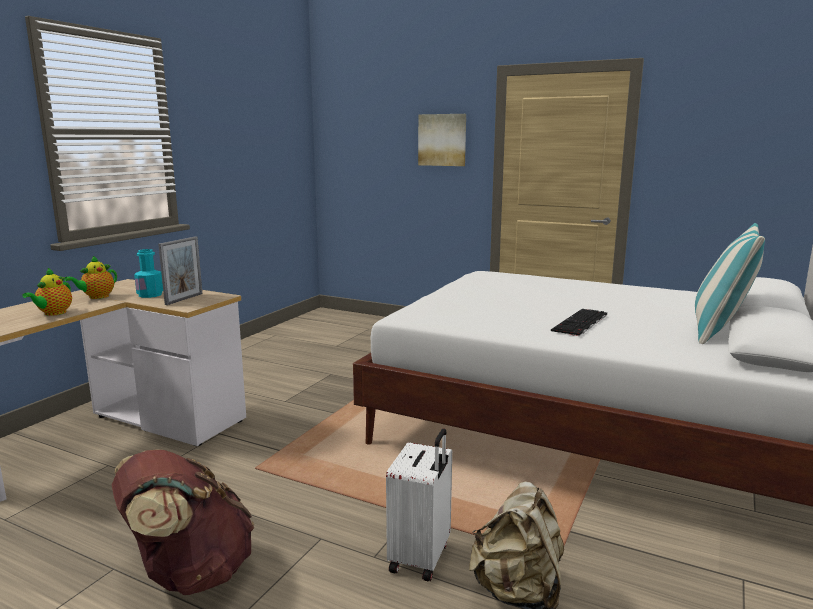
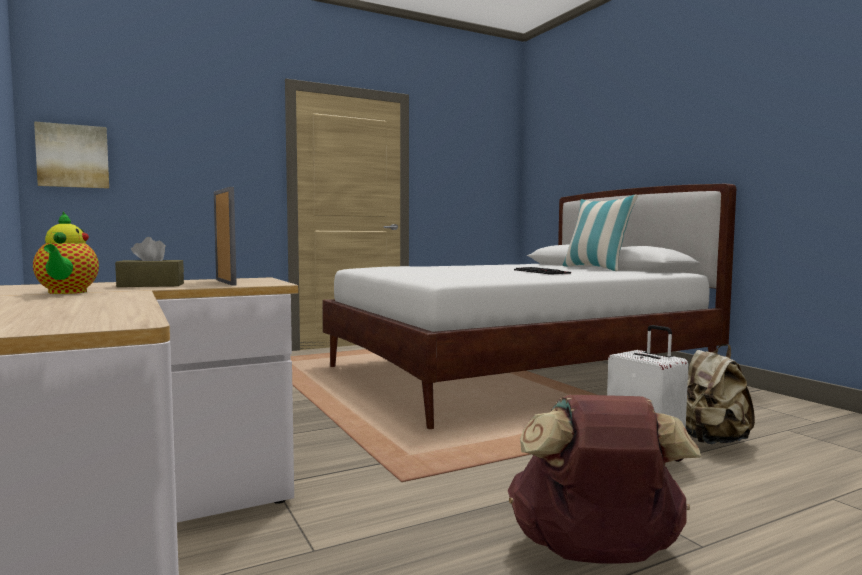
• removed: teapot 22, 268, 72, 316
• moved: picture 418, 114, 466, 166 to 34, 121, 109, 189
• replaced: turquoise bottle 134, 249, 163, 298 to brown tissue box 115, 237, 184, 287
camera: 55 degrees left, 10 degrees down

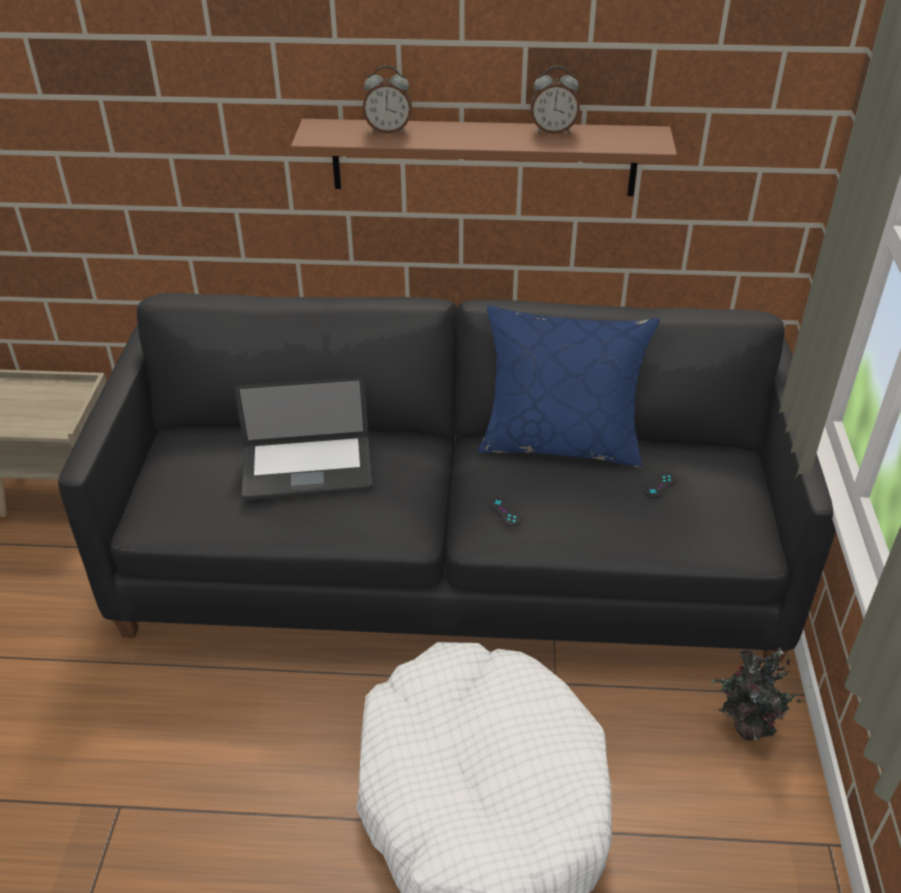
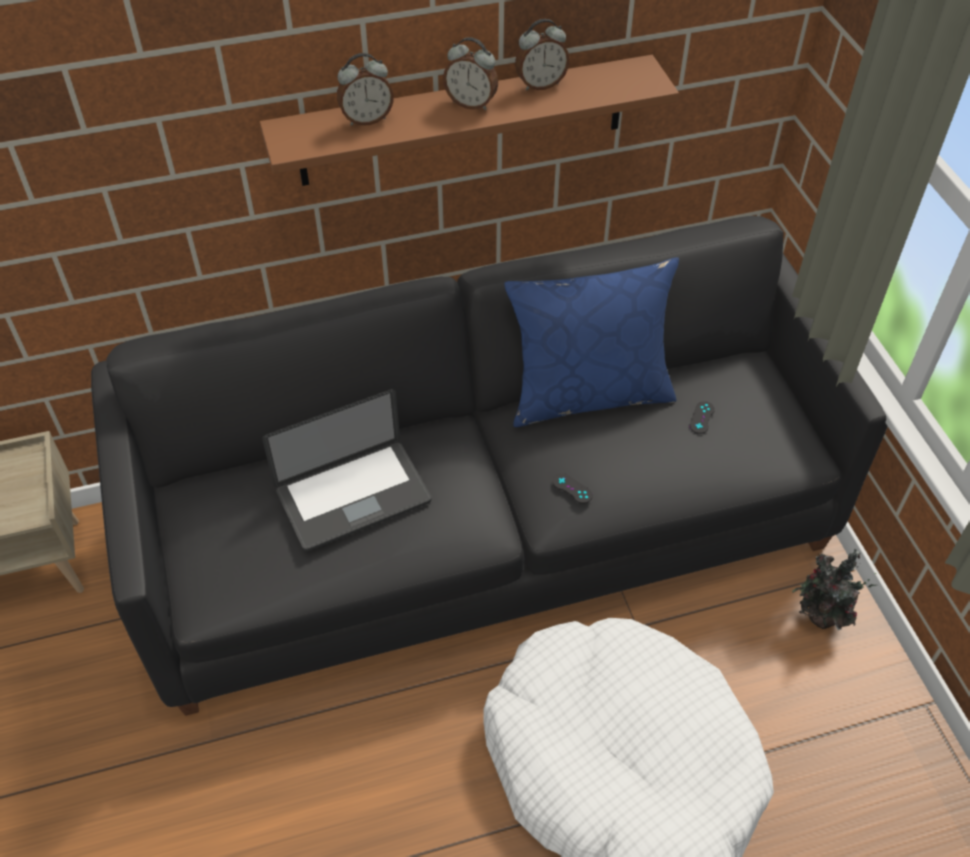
• added: alarm clock 443, 37, 498, 110
camera: 20 degrees left, 10 degrees up

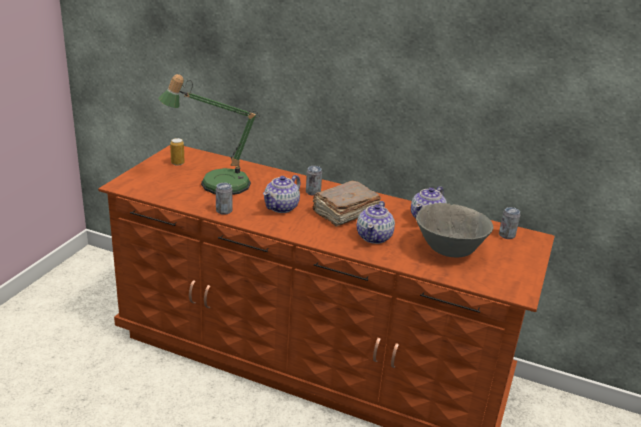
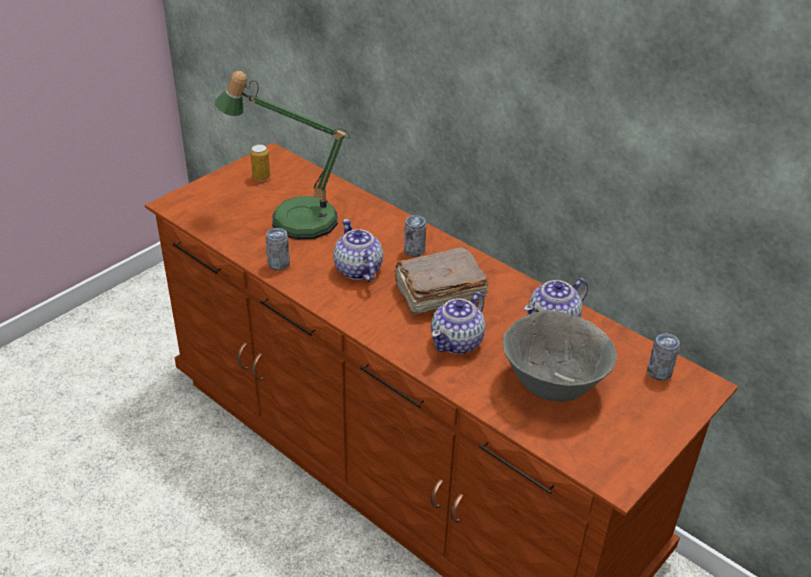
• turned: teapot 263, 175, 300, 213 = 333, 219, 383, 282 105 degrees clockwise
camera: 20 degrees right, 10 degrees up

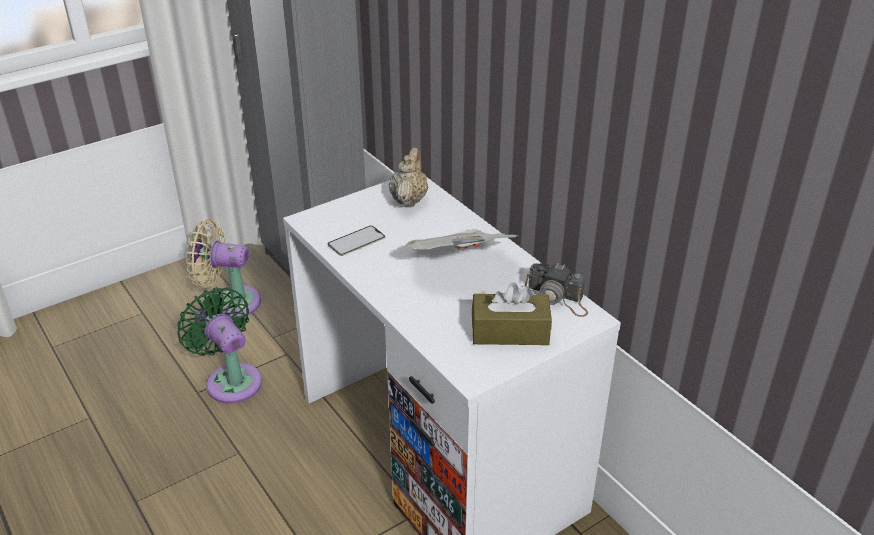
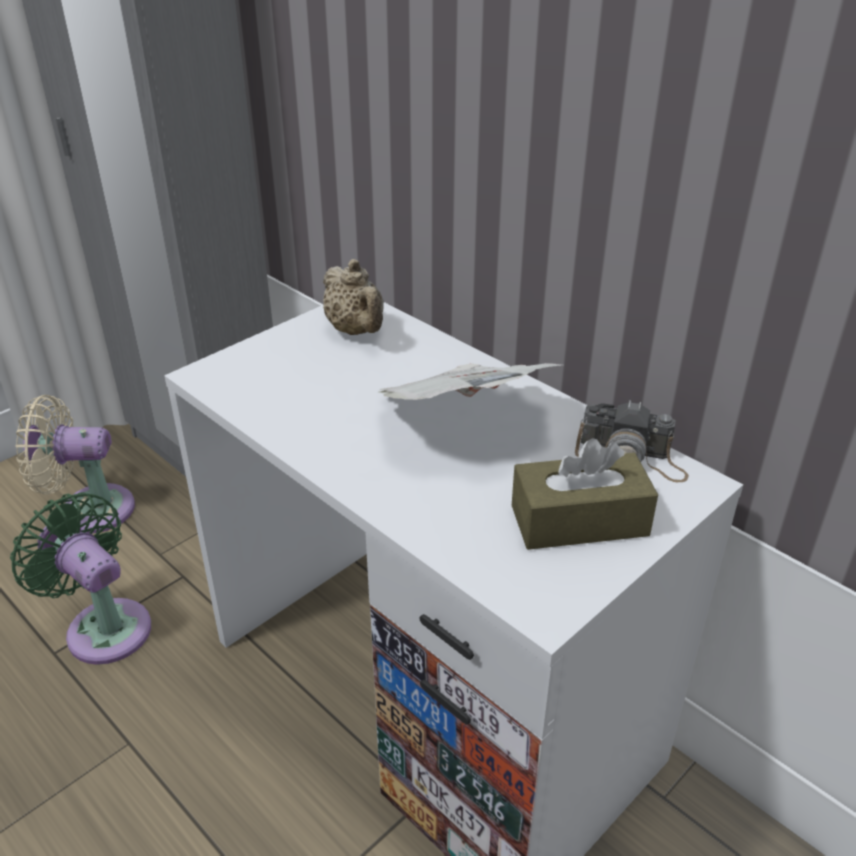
• removed: phone 328, 225, 385, 256
• turned: beige teapot 389, 147, 428, 207 = 323, 259, 384, 335 150 degrees clockwise
camera: 10 degrees left, 0 degrees up

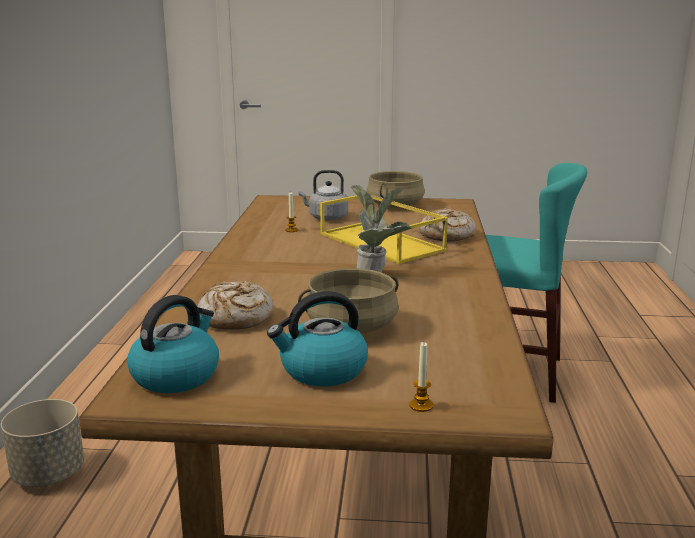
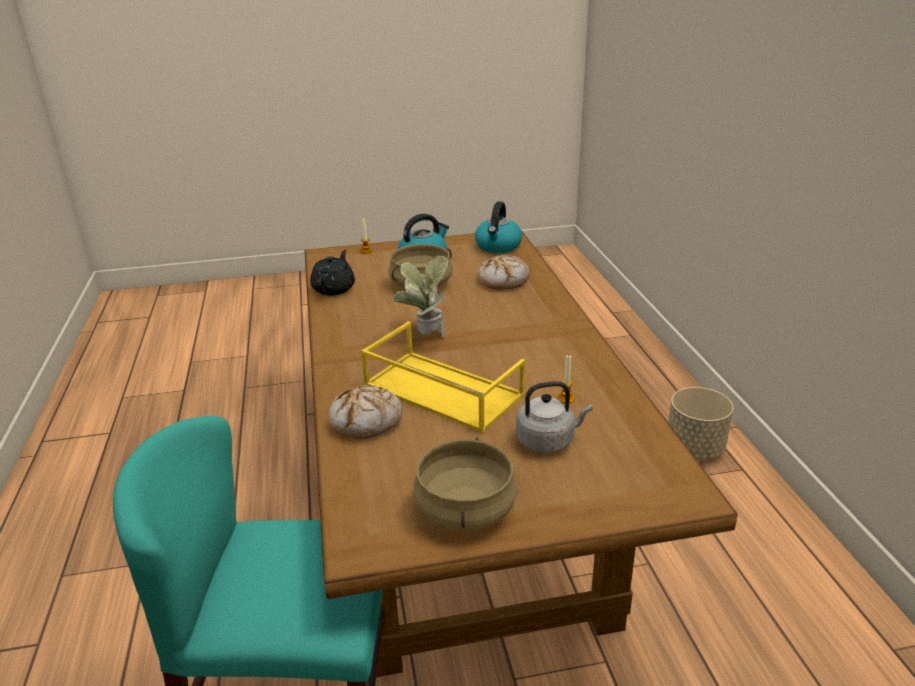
• added: black teapot 310, 250, 355, 296
camera: 165 degrees right, 10 degrees up

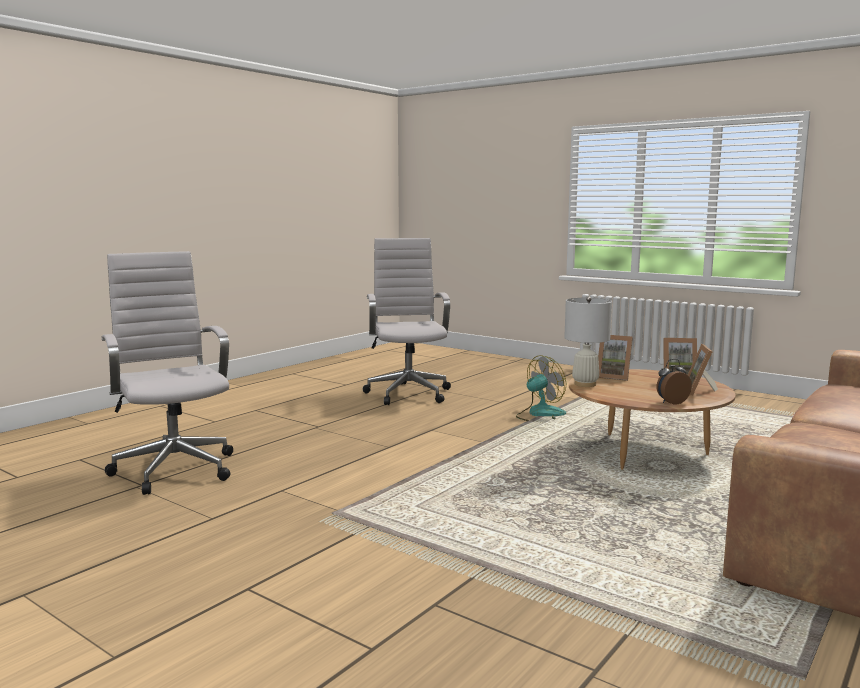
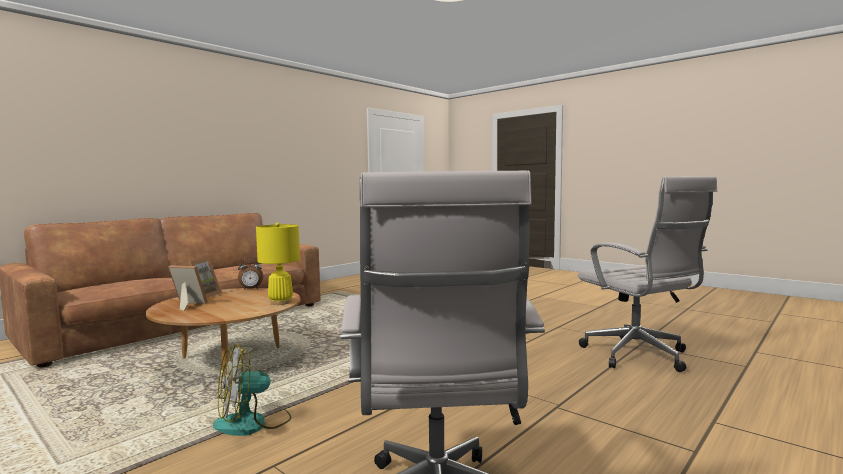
• removed: picture frame 598, 335, 633, 381
• recoloured: white table lamp 564, 297, 612, 387 to yellow table lamp 256, 222, 300, 305
camera: 175 degrees left, 5 degrees down

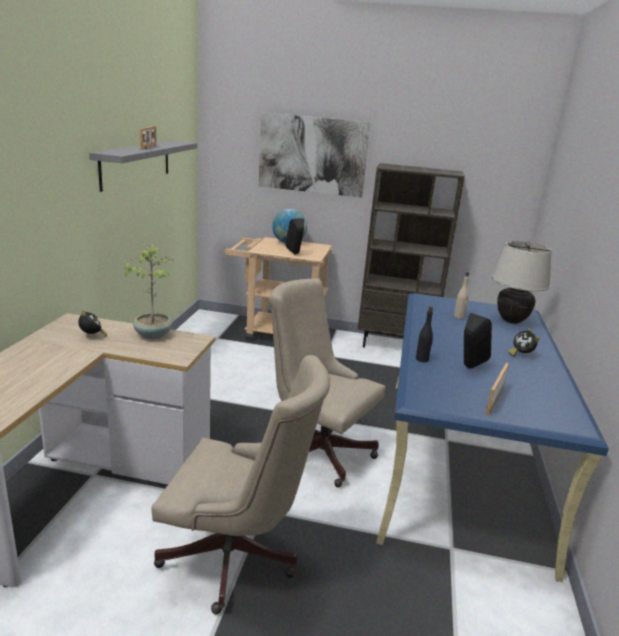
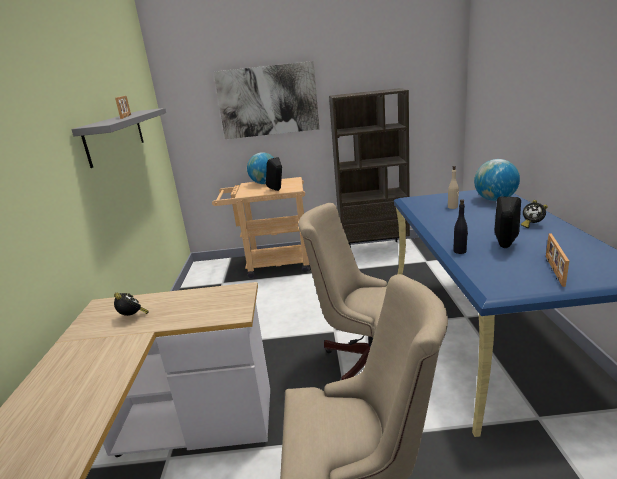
• removed: potted plant 123, 245, 175, 340
• replaced: beige table lamp 492, 241, 552, 324 to globe 474, 159, 520, 201
camera: 10 degrees left, 0 degrees up

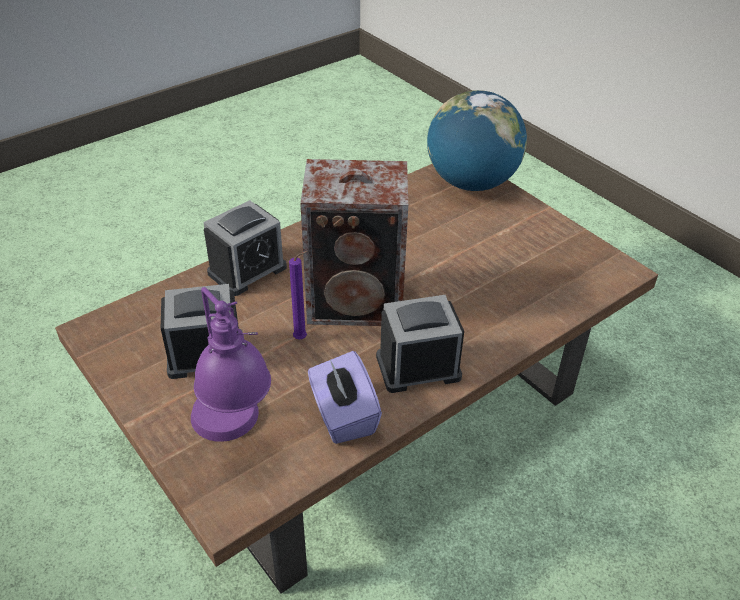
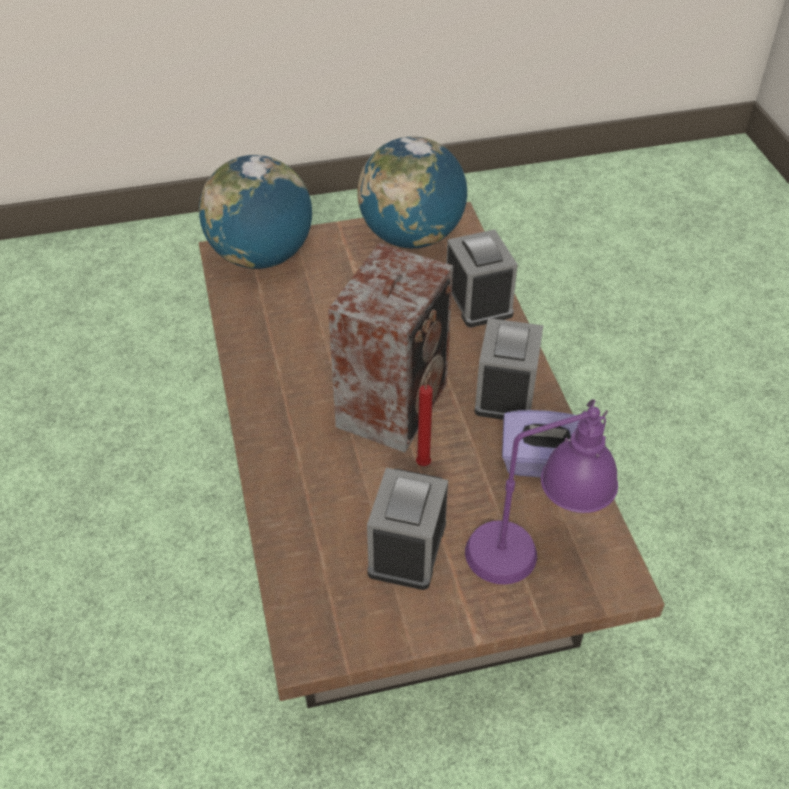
• added: globe 357, 136, 467, 248
• moved: alarm clock 203, 200, 287, 296 to 446, 229, 518, 327
• recoloured: purple candle 289, 251, 308, 339 to red candle 416, 371, 433, 466
camera: 65 degrees left, 5 degrees up

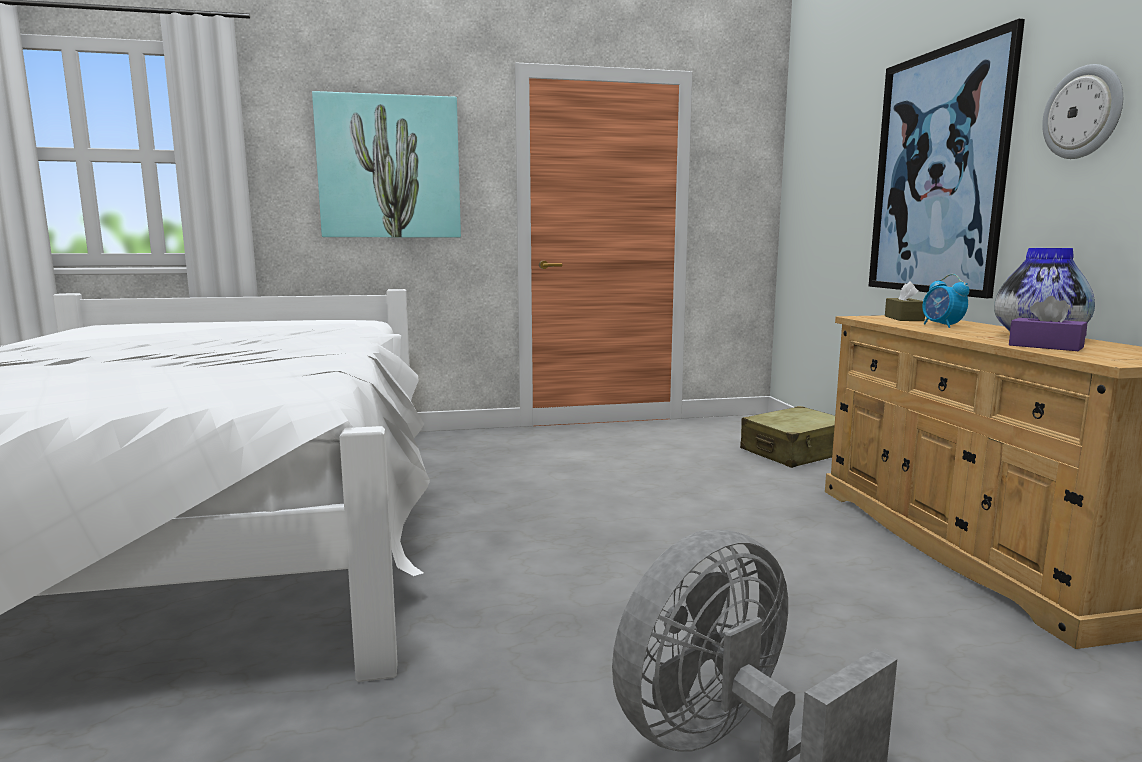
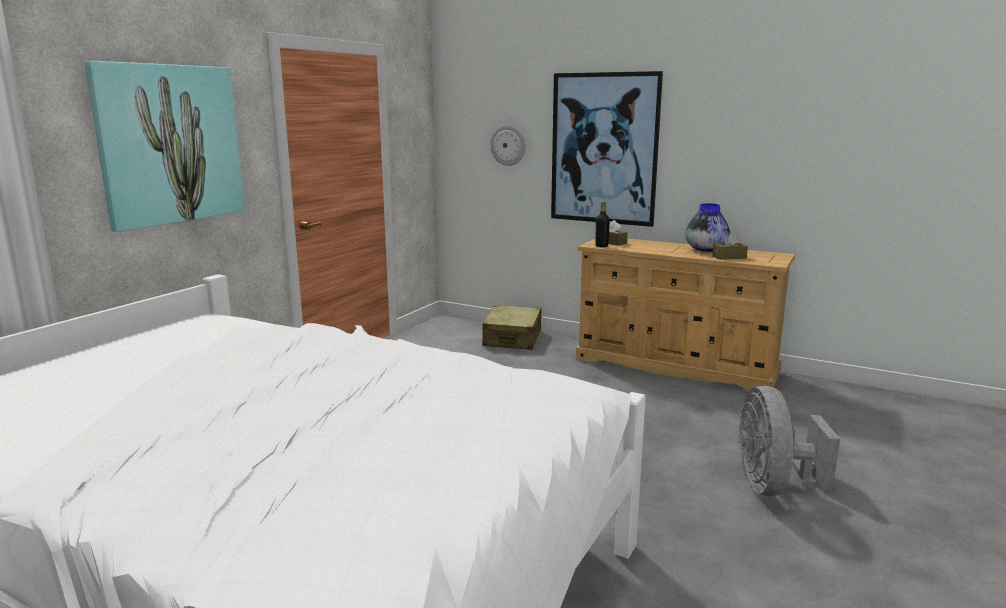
• removed: alarm clock 922, 274, 970, 328
• added: black bottle 595, 202, 610, 247
• moved: wall clock 1042, 64, 1123, 159 to 490, 125, 526, 166
• recoloured: purple tissue box 1009, 296, 1087, 351 to brown tissue box 712, 233, 748, 260
camera: 50 degrees left, 5 degrees up

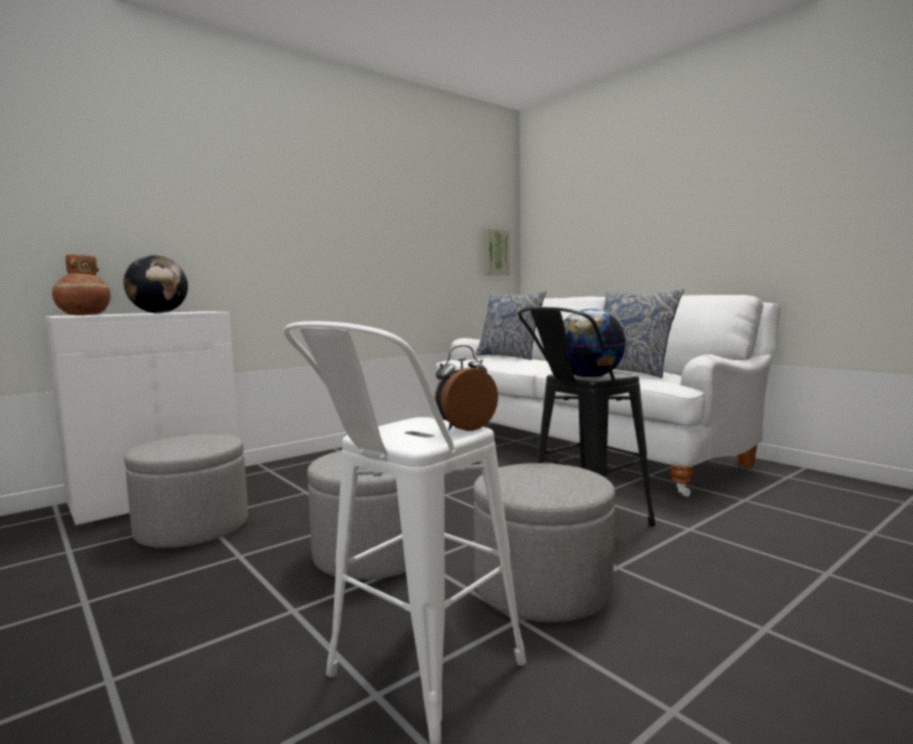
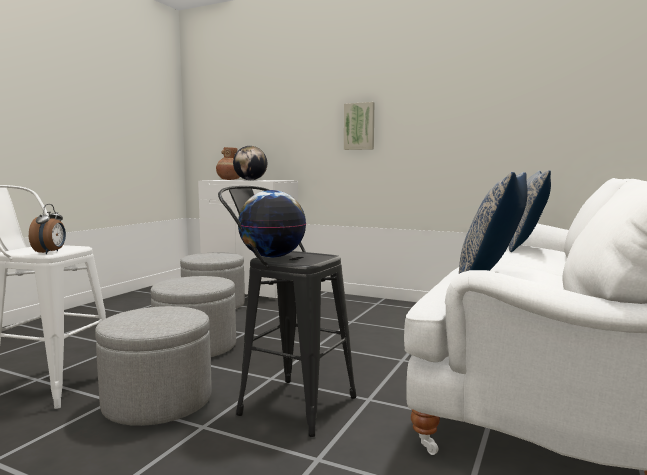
• moved: picture 485, 229, 510, 275 to 344, 102, 374, 150
• turned: alarm clock 435, 345, 498, 431 = 29, 204, 66, 254 60 degrees clockwise
camera: 65 degrees right, 0 degrees up

